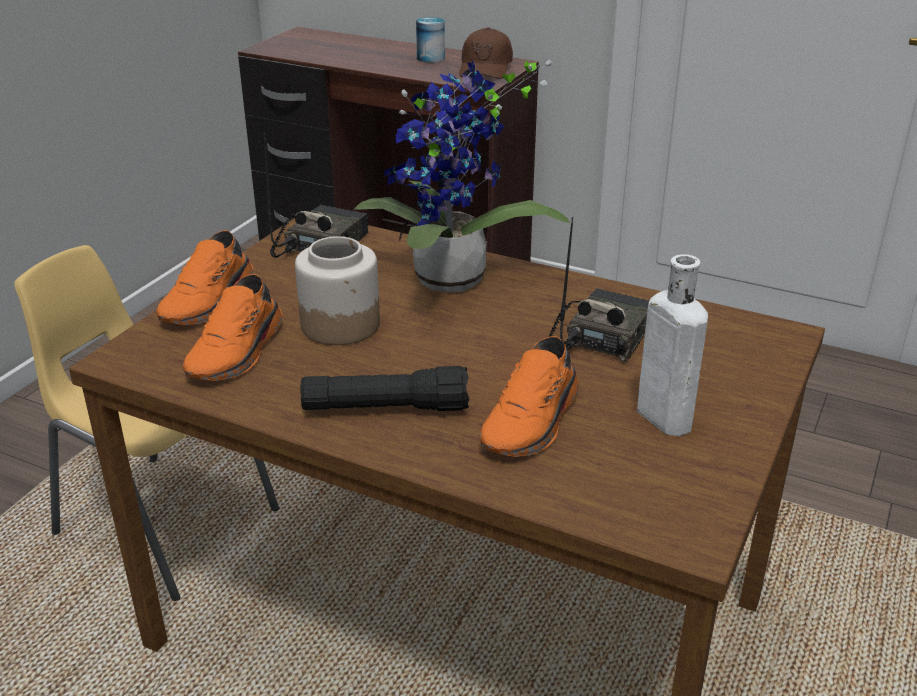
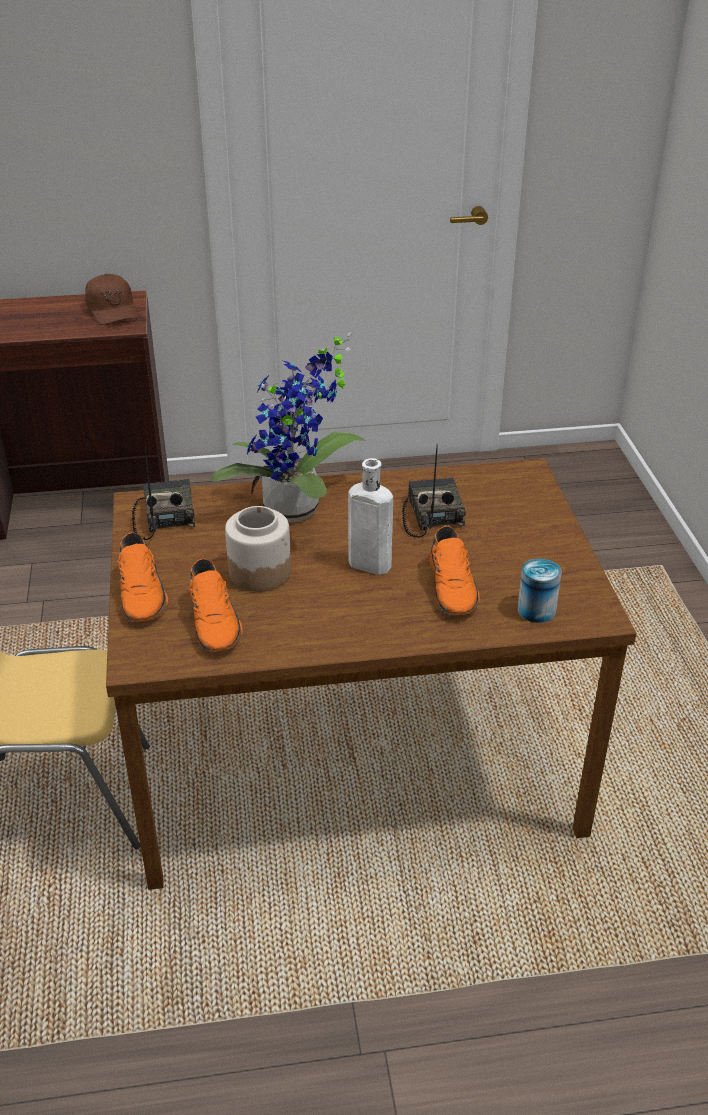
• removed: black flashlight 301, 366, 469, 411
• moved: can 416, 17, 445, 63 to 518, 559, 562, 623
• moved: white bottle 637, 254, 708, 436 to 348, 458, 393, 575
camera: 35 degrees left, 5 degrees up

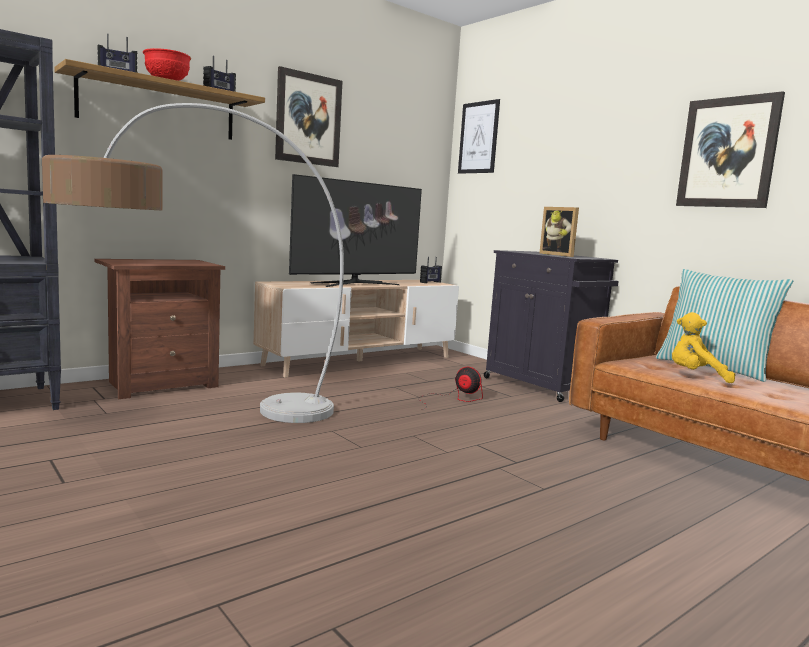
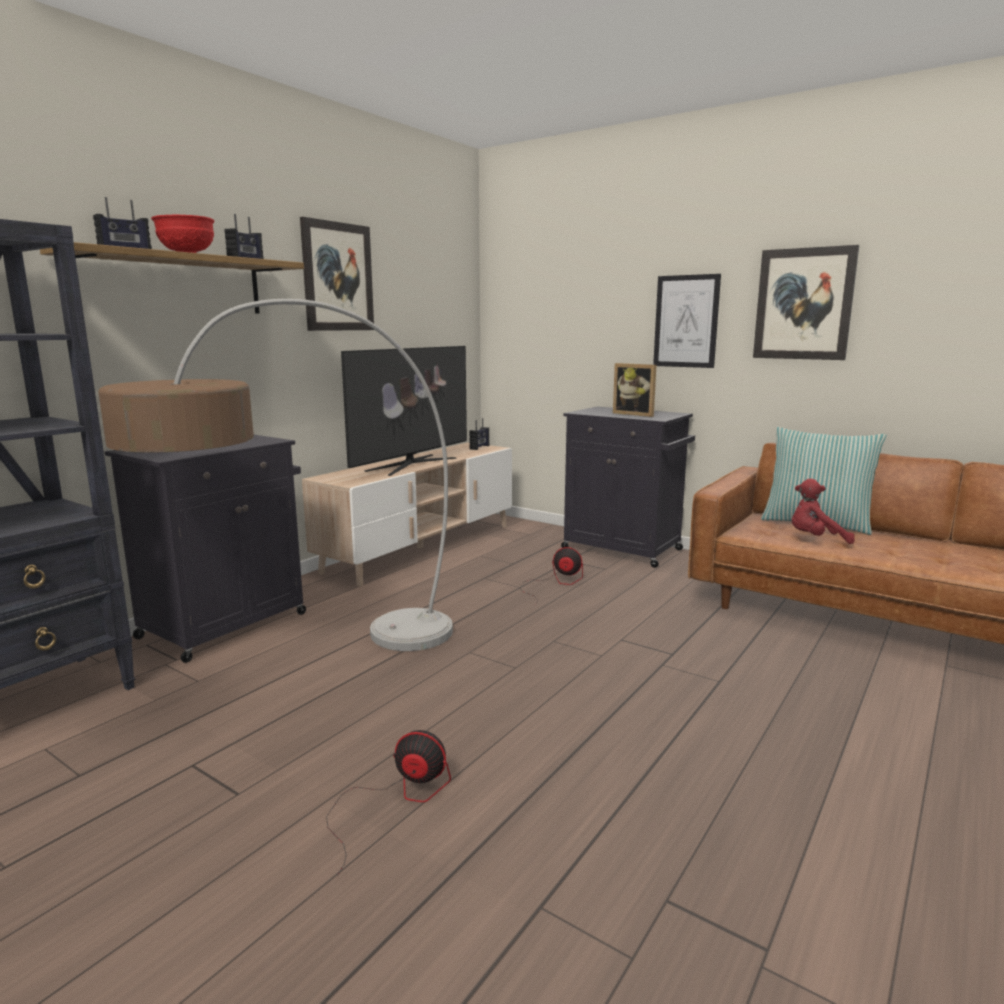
• added: fan 326, 730, 451, 876
• moved: picture 458, 99, 500, 174 to 653, 274, 721, 368
• replaced: brown nightstand 94, 259, 225, 399 to black cabinet 105, 435, 306, 663
• recoloured: yellow plush toy 672, 312, 735, 383 to red plush toy 792, 478, 855, 544
camera: 15 degrees left, 5 degrees up

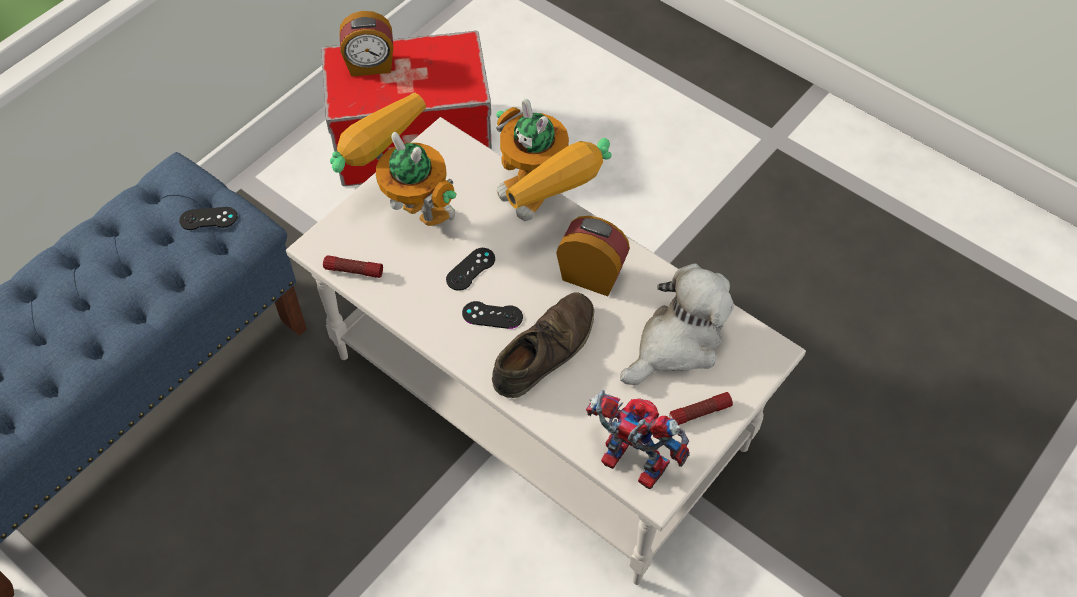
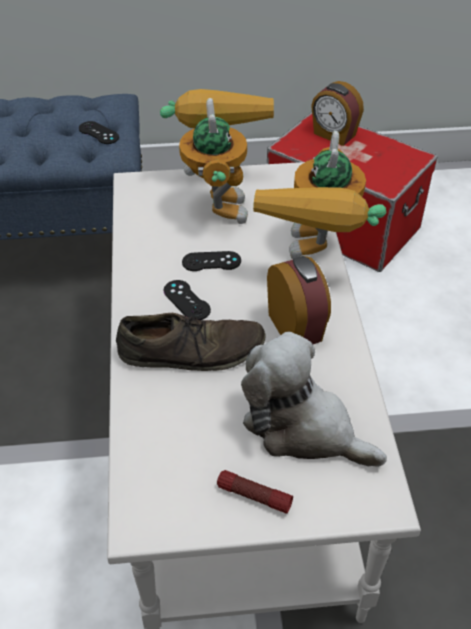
• removed: flashlight 323, 256, 383, 278
• removed: toy robot 586, 390, 690, 489
• turned: plush toy 620, 263, 734, 385 = 241, 332, 387, 467 150 degrees counterclockwise
camera: 45 degrees right, 10 degrees down

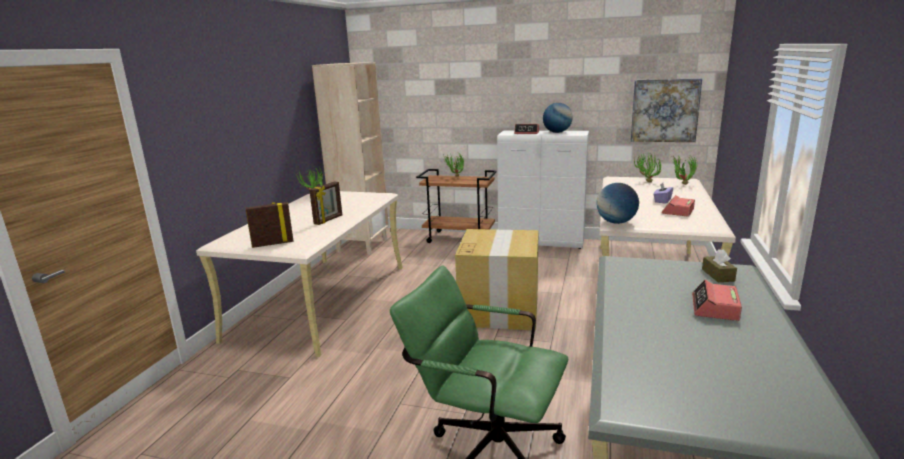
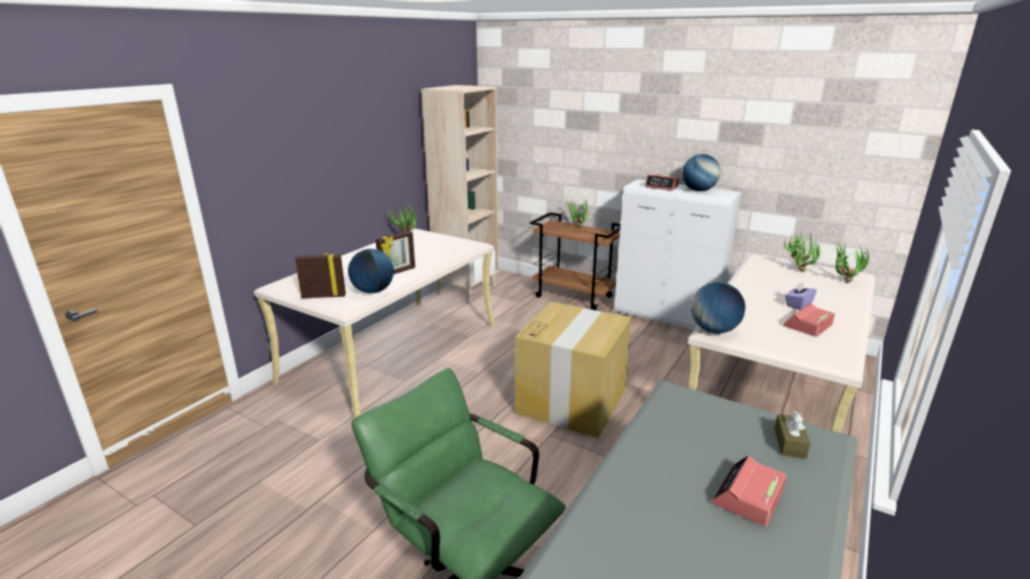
• removed: picture 631, 78, 702, 142
• added: globe 348, 249, 394, 293
camera: 15 degrees right, 5 degrees up

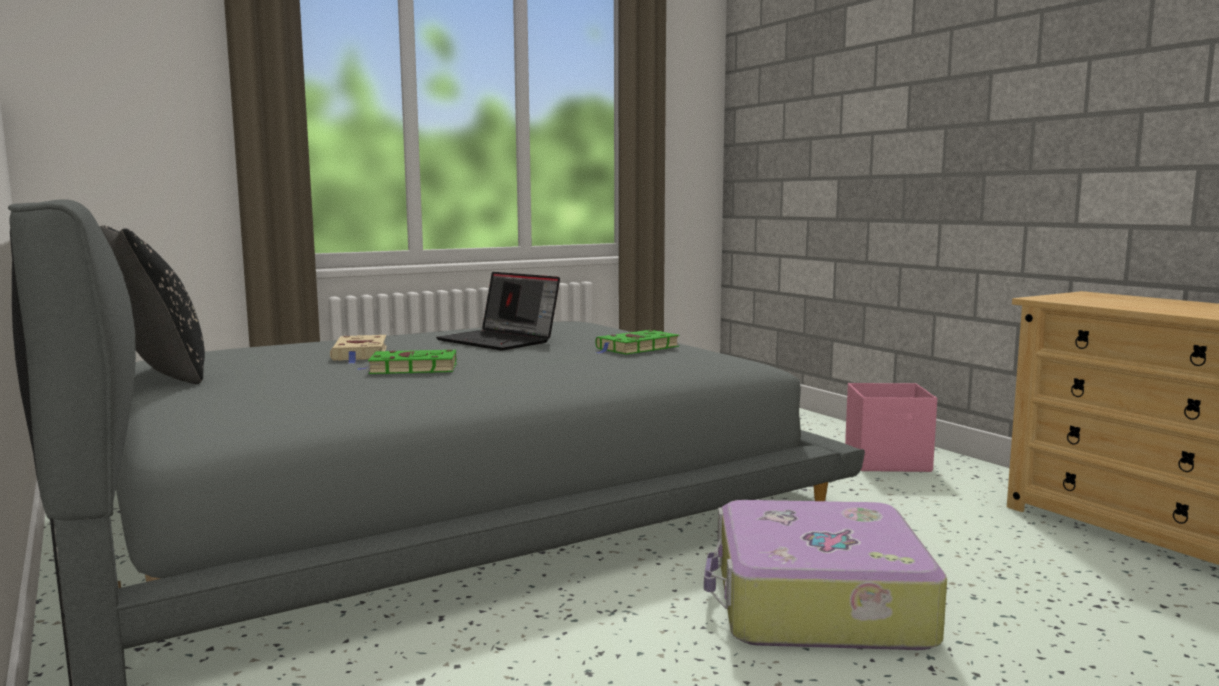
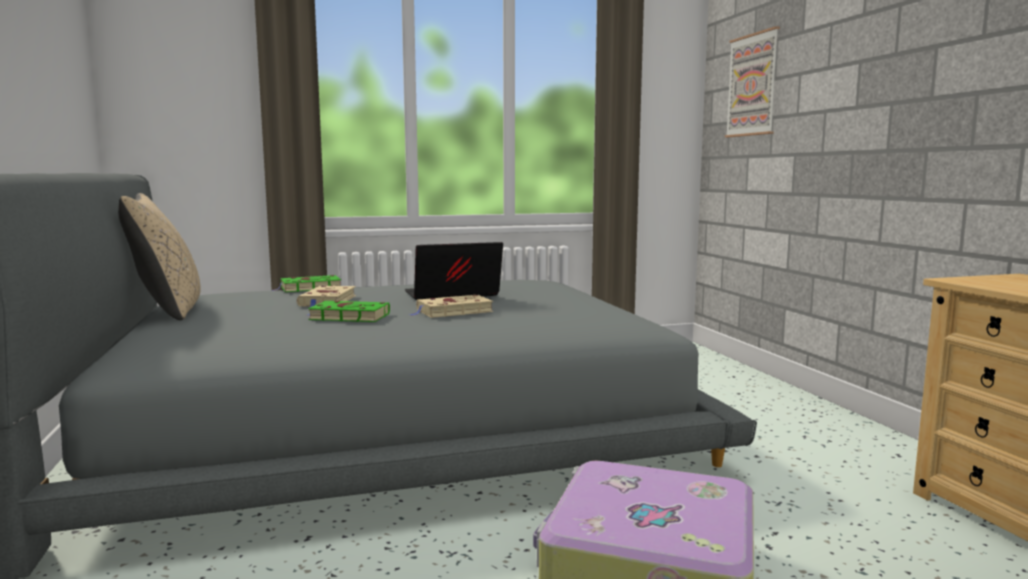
• removed: pink storage box 845, 383, 937, 472
• added: beige book 409, 295, 493, 318
• added: picture 725, 26, 780, 137
• moved: green book 595, 330, 679, 354 to 272, 275, 341, 292
• recoloured: black pillow 100, 225, 205, 384 to beige pillow 118, 193, 201, 320
• turned: laptop 436, 272, 560, 351 = 405, 242, 503, 300 105 degrees clockwise
camera: 15 degrees right, 0 degrees up

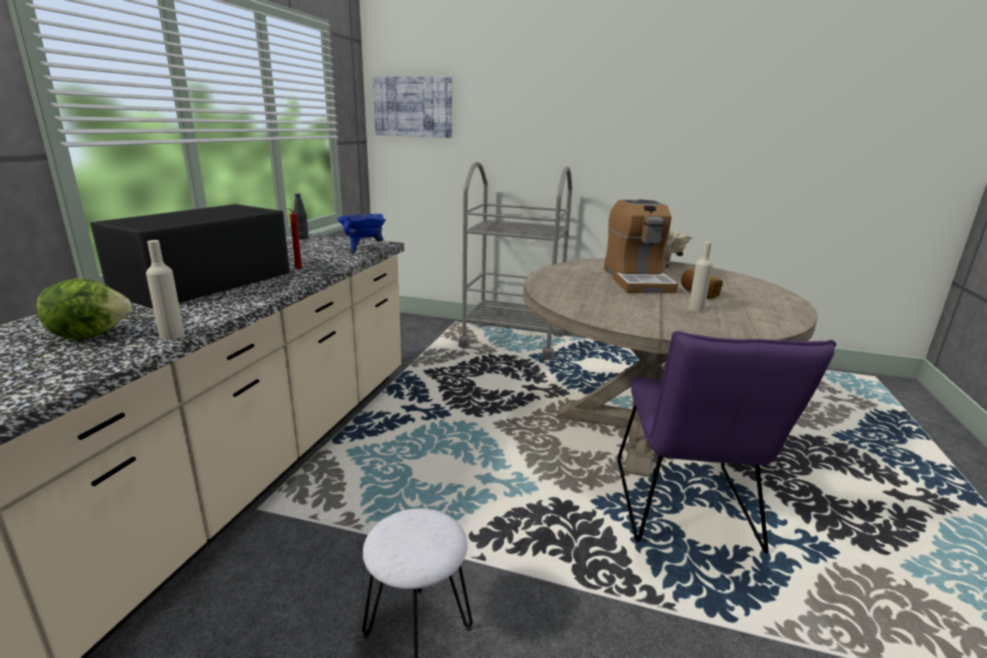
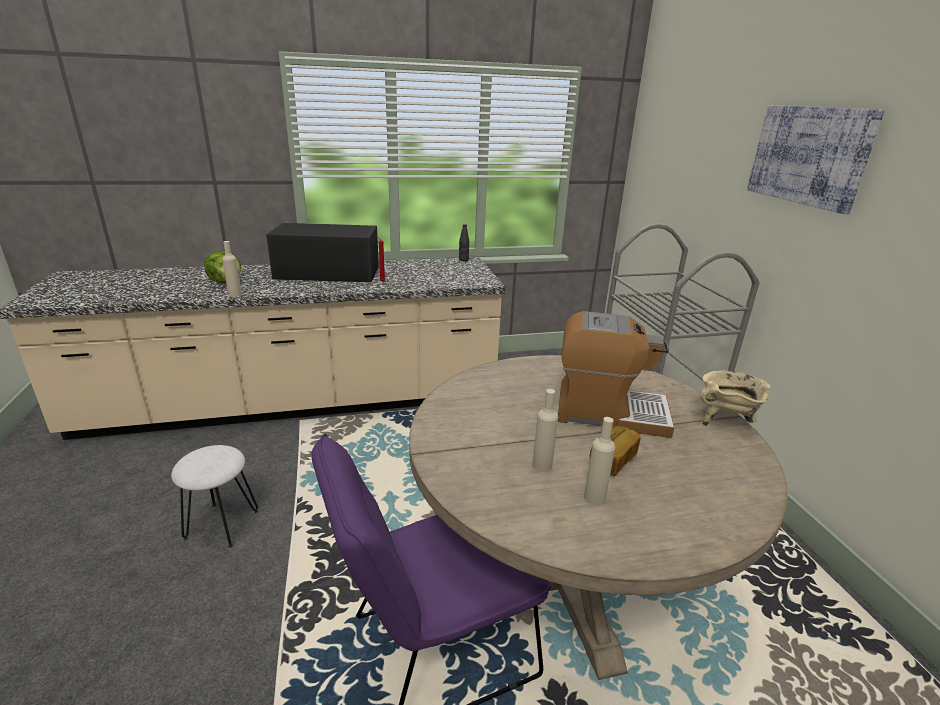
• removed: blue cooking pot 337, 214, 386, 254
• added: beige bottle 584, 417, 615, 506
• moved: picture 373, 76, 452, 138 to 747, 105, 885, 214
• turned: coffee machine 604, 199, 678, 293 = 558, 311, 674, 438 135 degrees counterclockwise
camera: 60 degrees right, 5 degrees up

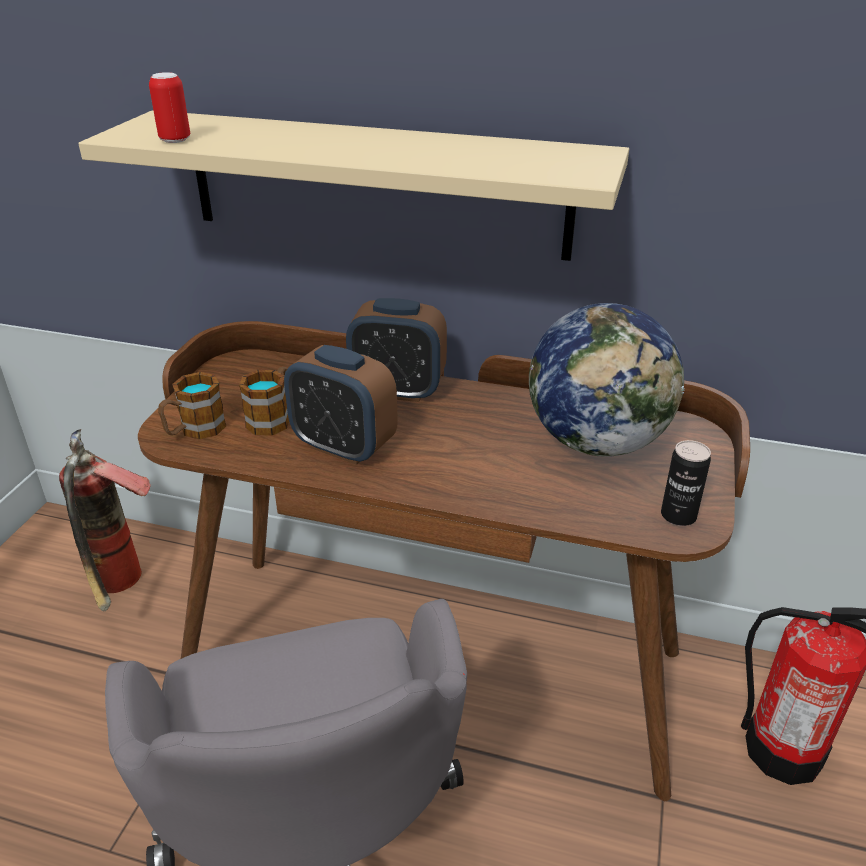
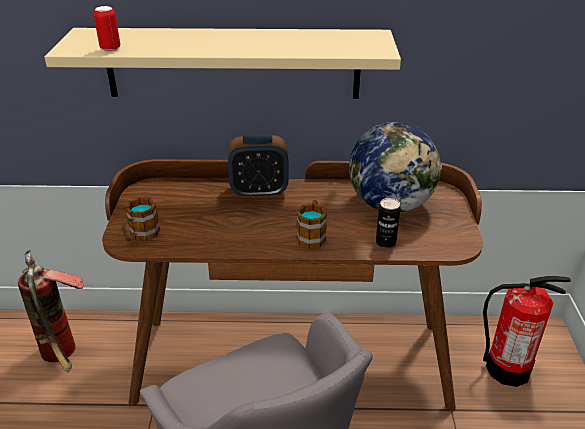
• removed: alarm clock 284, 345, 398, 465
• moved: mug 239, 367, 289, 435 to 296, 200, 327, 249
• moved: can 661, 440, 711, 526 to 376, 198, 400, 248
camera: 15 degrees left, 0 degrees up

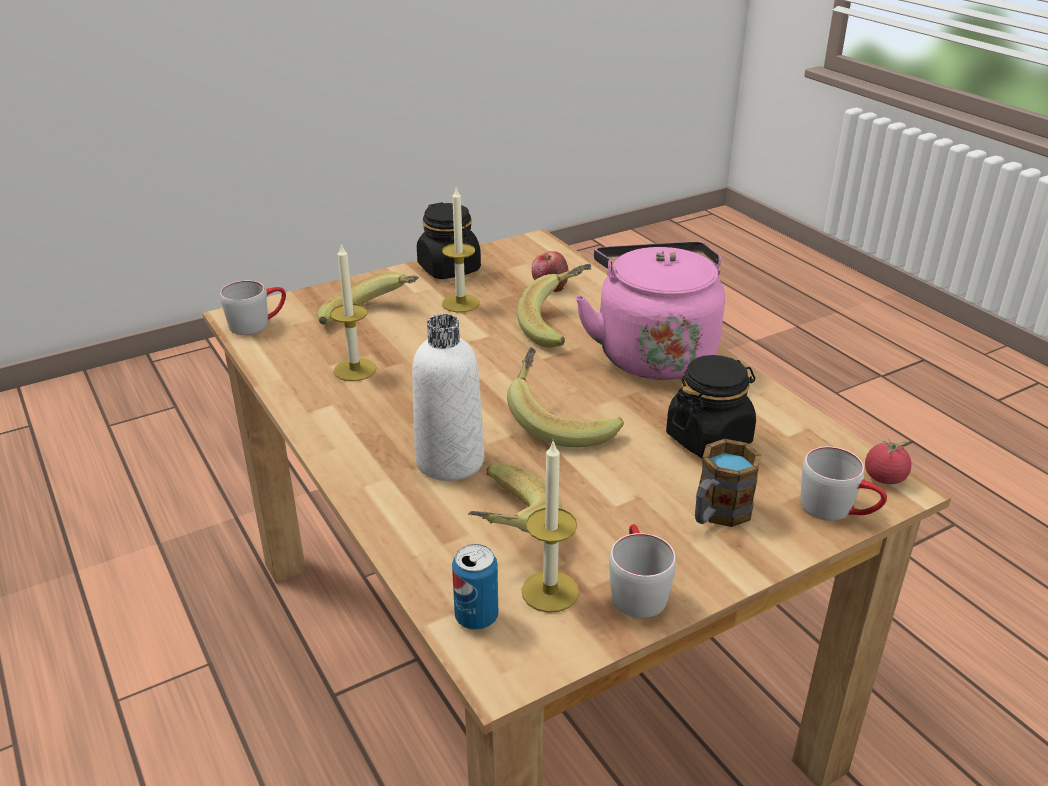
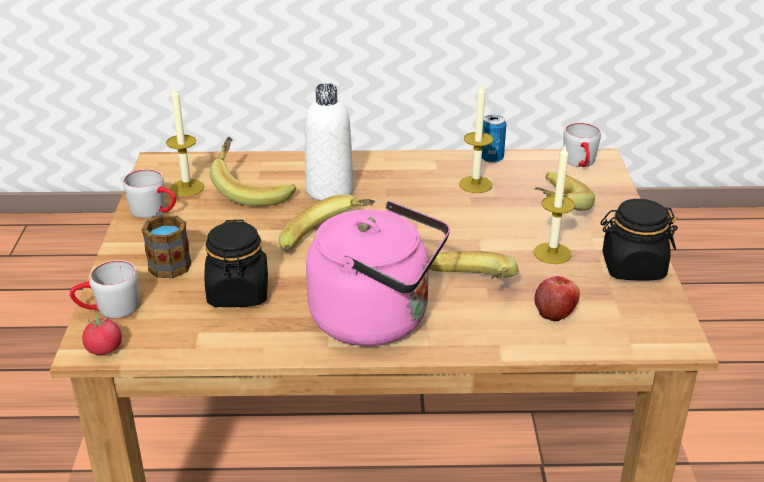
• moved: can 452, 544, 498, 630 to 482, 115, 506, 163
camera: 120 degrees right, 0 degrees up

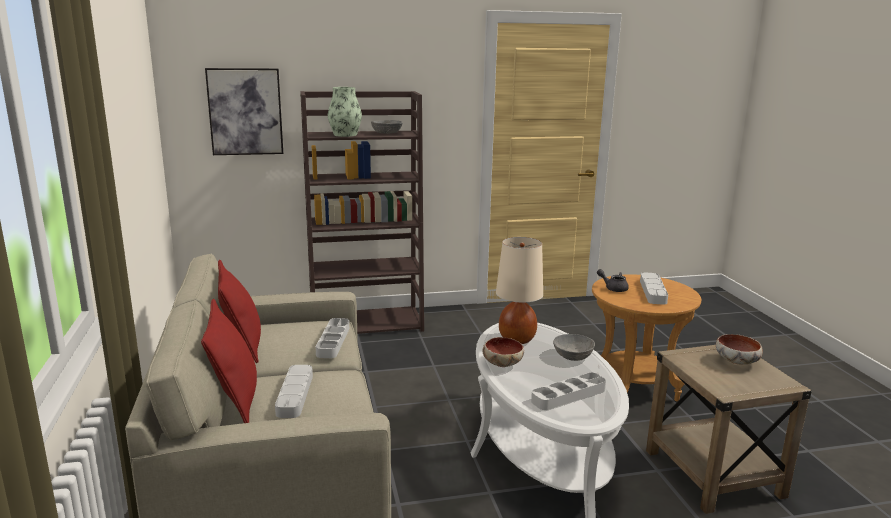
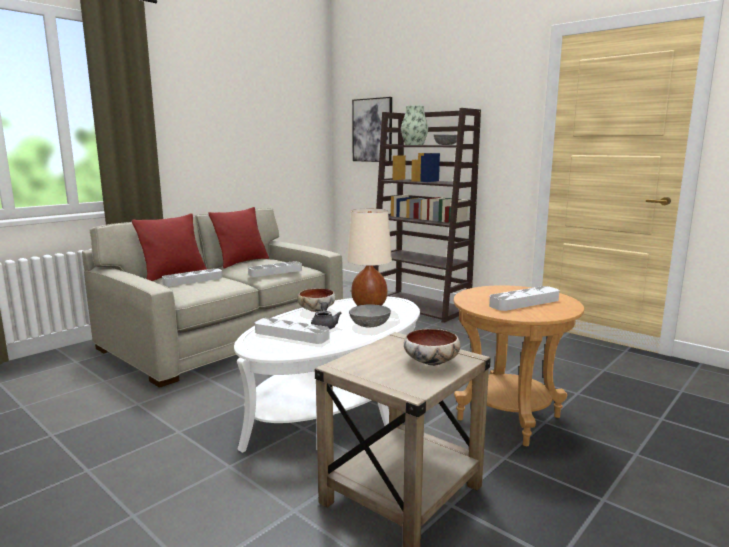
• moved: grey teapot 597, 269, 629, 292 to 311, 302, 342, 329
camera: 55 degrees right, 5 degrees down

